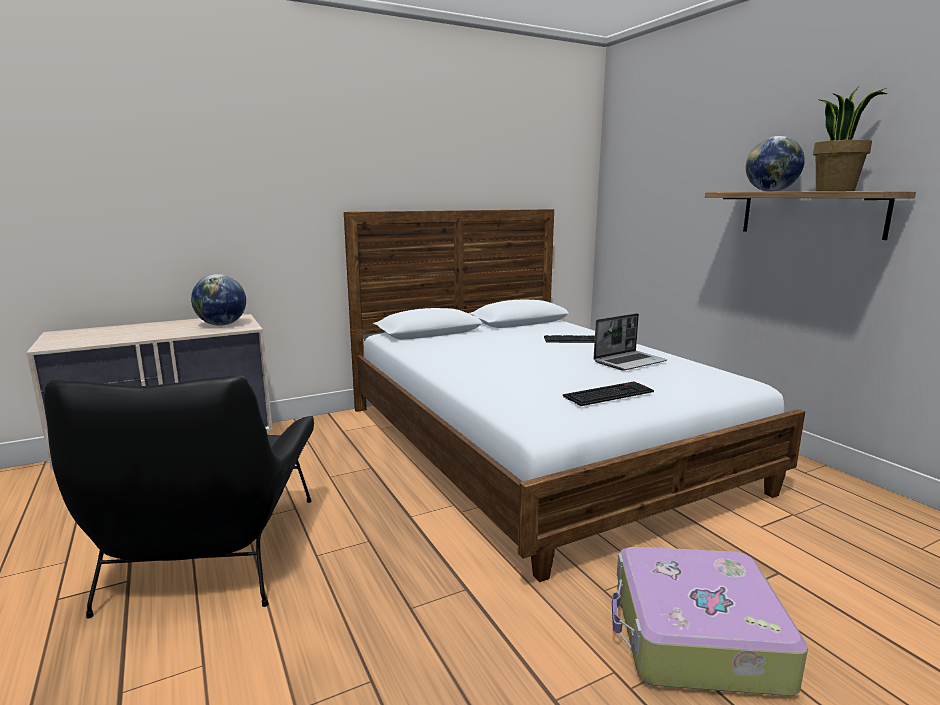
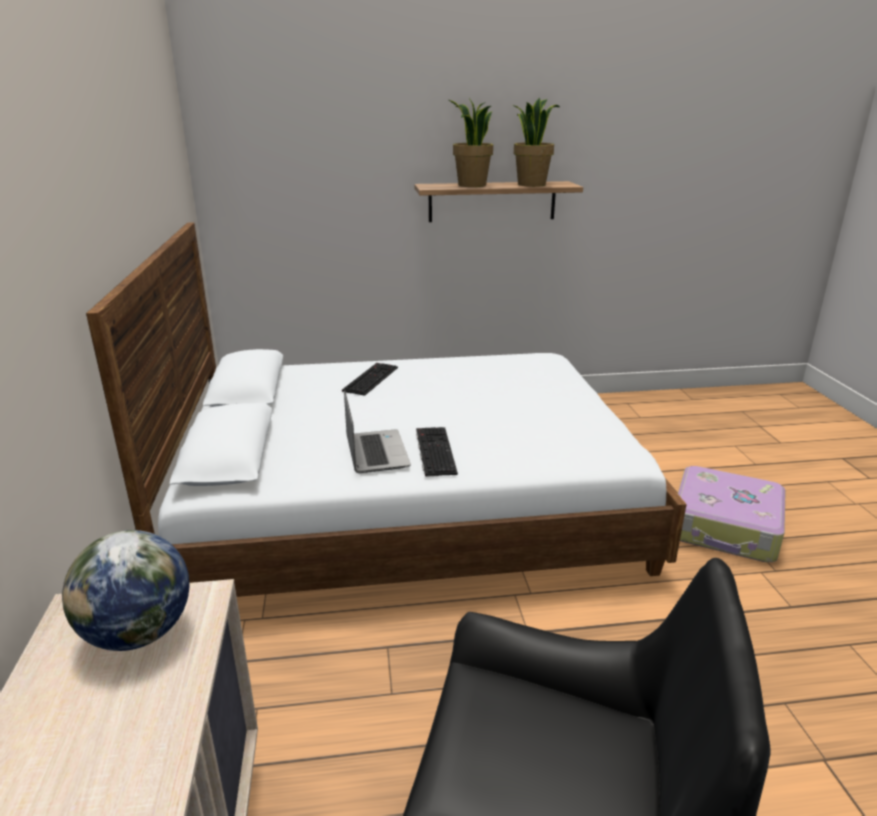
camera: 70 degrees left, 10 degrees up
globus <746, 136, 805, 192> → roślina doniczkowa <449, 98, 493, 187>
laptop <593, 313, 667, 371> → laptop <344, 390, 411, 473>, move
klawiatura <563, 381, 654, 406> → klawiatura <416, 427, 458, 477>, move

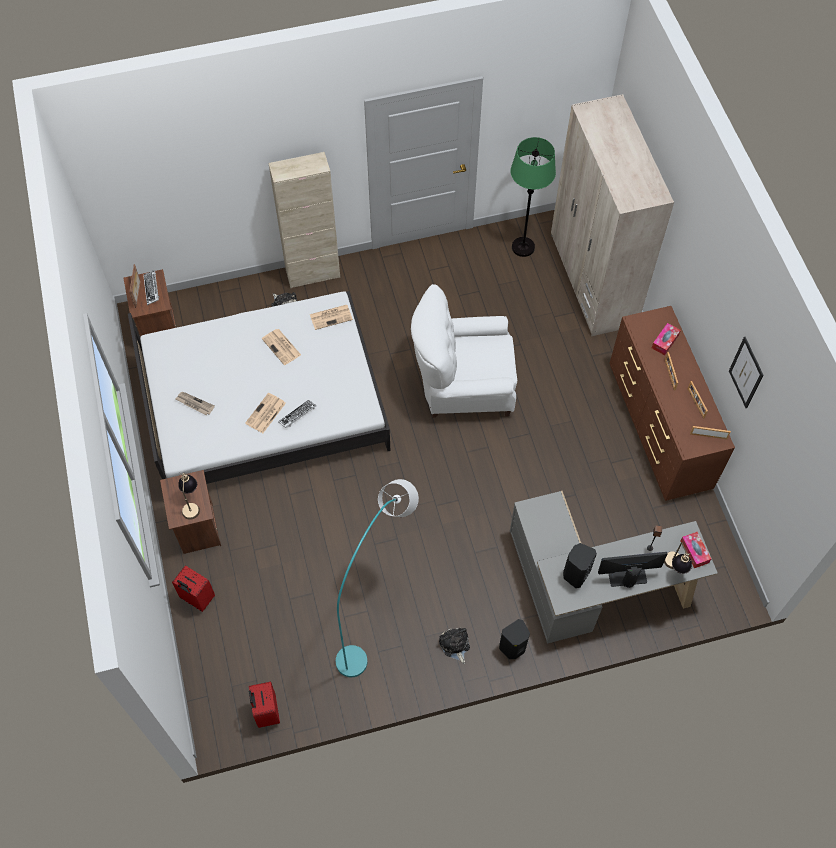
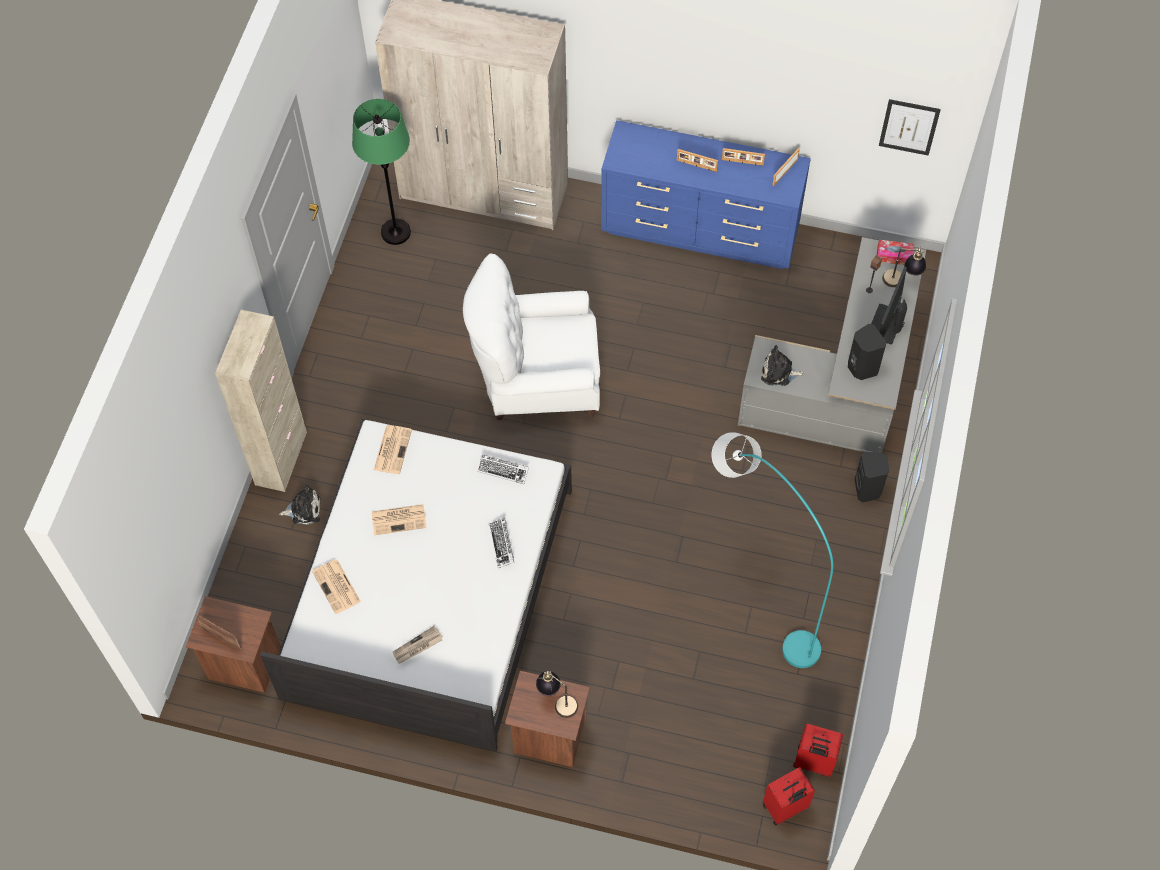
camera: 60 degrees left, 0 degrees up
klawiatura <143, 270, 159, 305> → klawiatura <477, 454, 529, 484>, move
fotel [biały] <411, 284, 517, 418> → fotel [biały] <463, 254, 600, 420>, 60 degrees clockwise
komoda [brązowy] <609, 306, 735, 501> → komoda [niebieski] <601, 120, 811, 269>
pudełko chusteczek <652, 323, 681, 355> → -
obraz <729, 337, 763, 408> → obraz <879, 99, 941, 156>, move
gazeta <245, 393, 286, 433> → gazeta <312, 560, 361, 614>, move
walizka [czerwony] <172, 566, 215, 612> → walizka [czerwony] <763, 767, 815, 826>, move
pluszak <439, 628, 470, 664> → pluszak <761, 345, 805, 386>, move

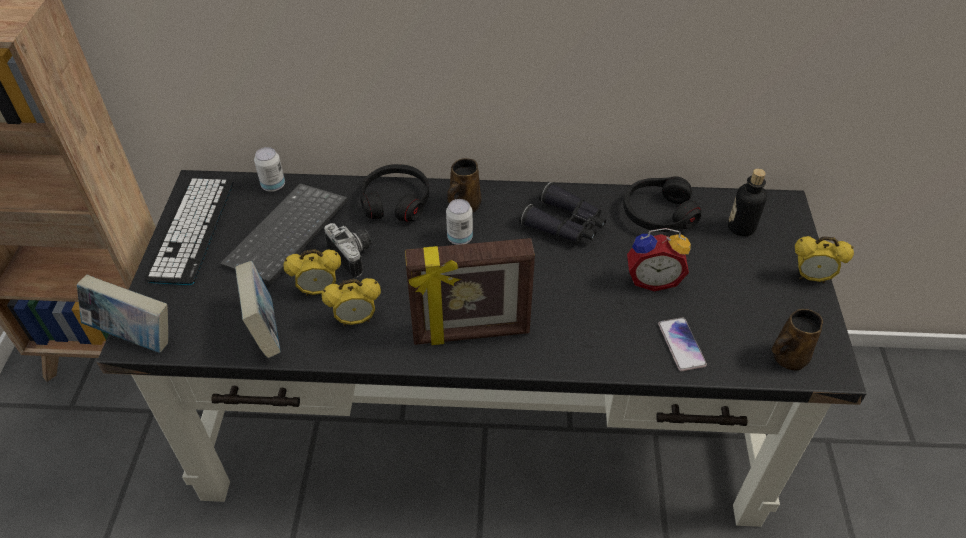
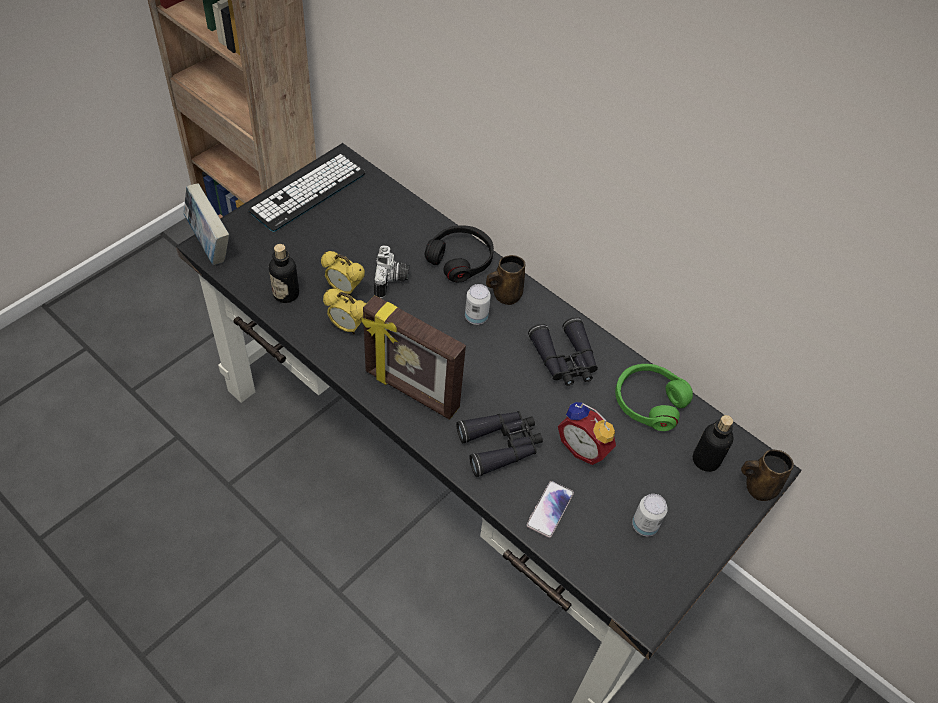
camera: 35 degrees right, 5 degrees up
puszka <254, 147, 285, 192> → puszka <632, 494, 668, 536>, move
słuchawki [czarny] <623, 176, 701, 232> → słuchawki [zielony] <615, 364, 693, 431>
klawiatura <220, 183, 348, 284> → -
budzik <795, 236, 854, 283> → -
książka <235, 261, 281, 358> → butelka <269, 244, 299, 303>
kubek [brązowy] <771, 309, 823, 371> → kubek [brązowy] <741, 450, 794, 501>, move
- → lornetka [czarny] <456, 411, 543, 477>

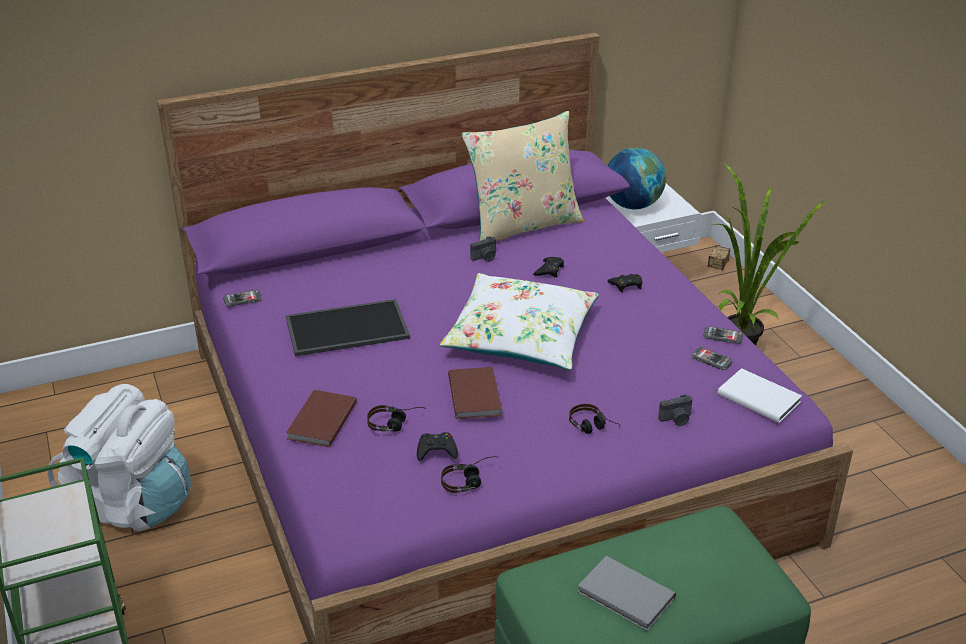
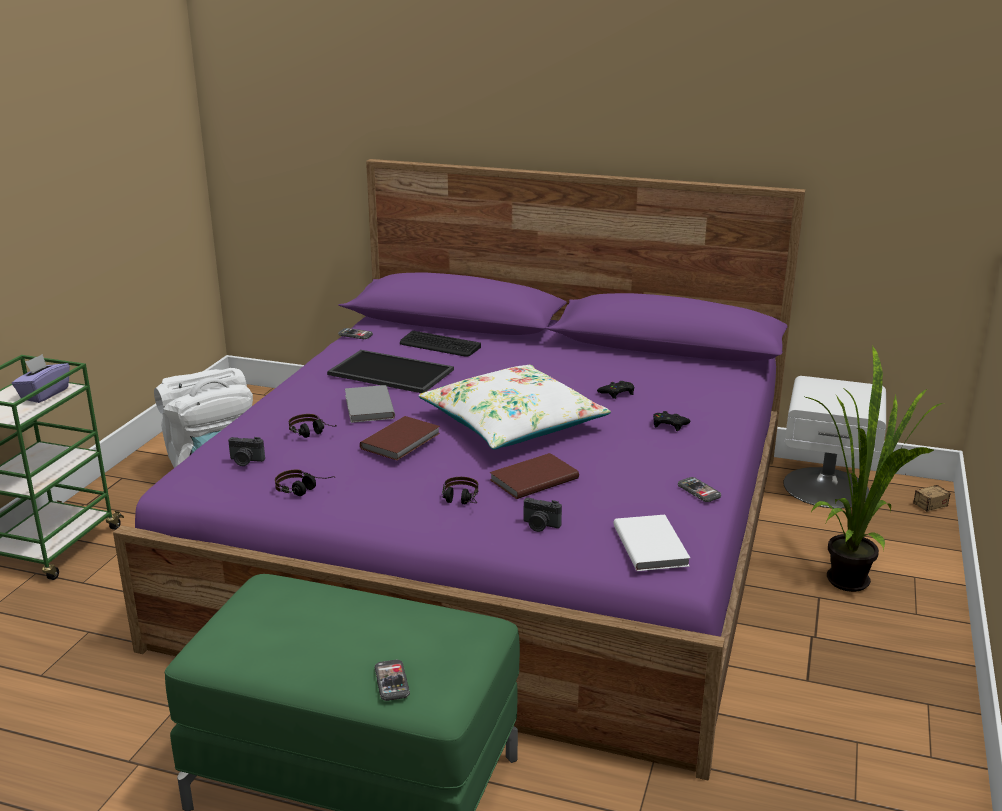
camera: 40 degrees right, 10 degrees down
poduszka [beżowy] <462, 111, 584, 241> → -
globus <607, 148, 666, 209> → -
aparat fotograficzny <470, 236, 496, 262> → aparat fotograficzny <228, 437, 265, 466>, move
telefon <691, 347, 733, 370> → telefon <375, 660, 410, 701>, move
książka [brązowy] <286, 390, 357, 447> → książka [brązowy] <490, 453, 579, 499>, move
pad do gier [czarny] <417, 432, 458, 461> → -
książka [szary] <578, 556, 676, 631> → książka [szary] <345, 385, 395, 423>, move
- → klawiatura <400, 331, 481, 356>
- → pudełko chusteczek [fioletowy] <12, 354, 70, 403>

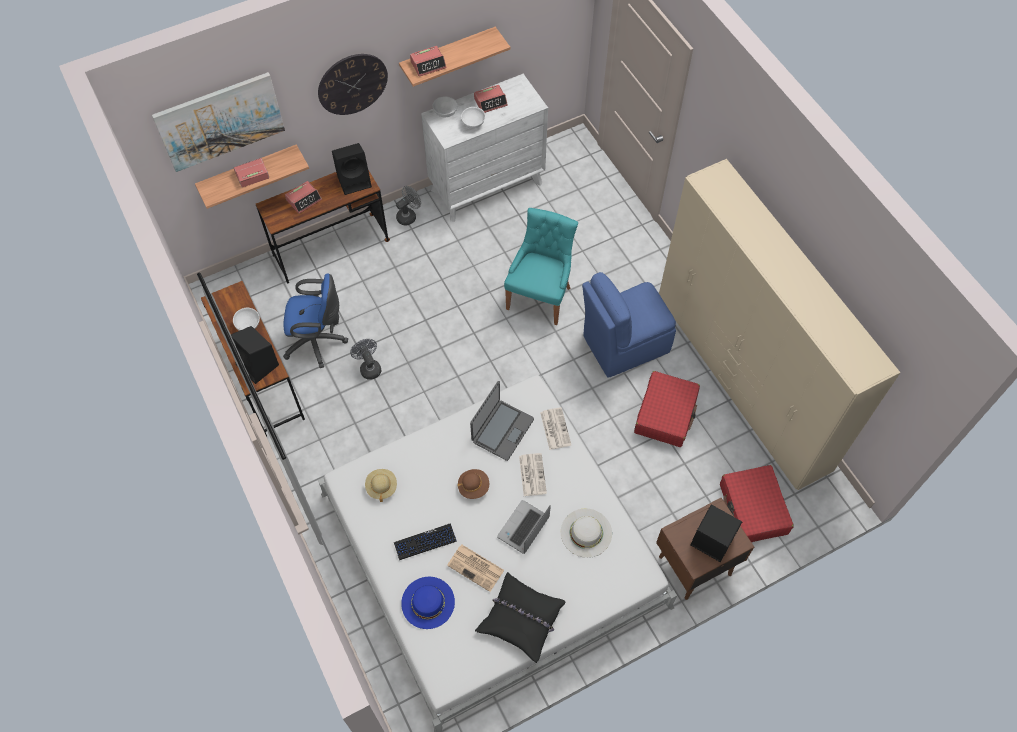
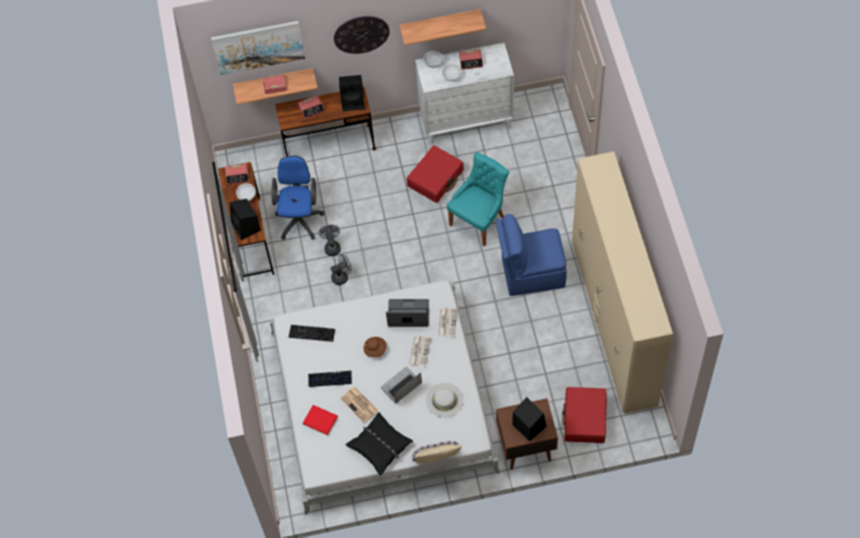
camera: 20 degrees right, 0 degrees up
budzik <410, 46, 447, 77> → budzik <225, 164, 249, 185>, move
wentylator [szary] <396, 186, 421, 225> → wentylator [szary] <331, 254, 352, 285>, move
krzesło biurowe [niebieski] <283, 274, 348, 368> → krzesło biurowe [niebieski] <272, 156, 324, 240>, 105 degrees counterclockwise
walizka [czerwony] <634, 371, 700, 447> → walizka [czerwony] <407, 145, 464, 203>, move
laptop <470, 381, 534, 461> → laptop <386, 299, 429, 327>, 135 degrees counterclockwise
kapelusz [beżowy] <365, 469, 397, 502> → klawiatura <289, 325, 335, 342>
kapelusz [niebieski] <401, 577, 455, 629> → książka [czerwony] <303, 405, 338, 435>
- → poduszka [beżowy] <412, 441, 462, 463>

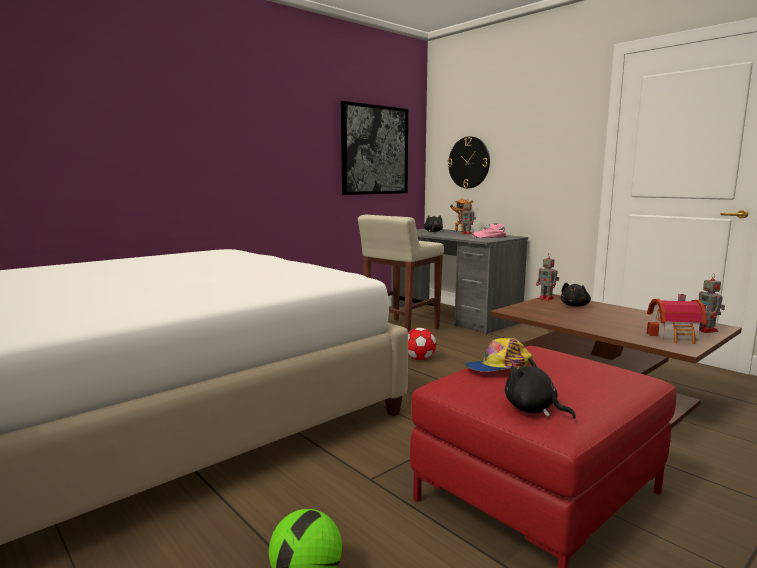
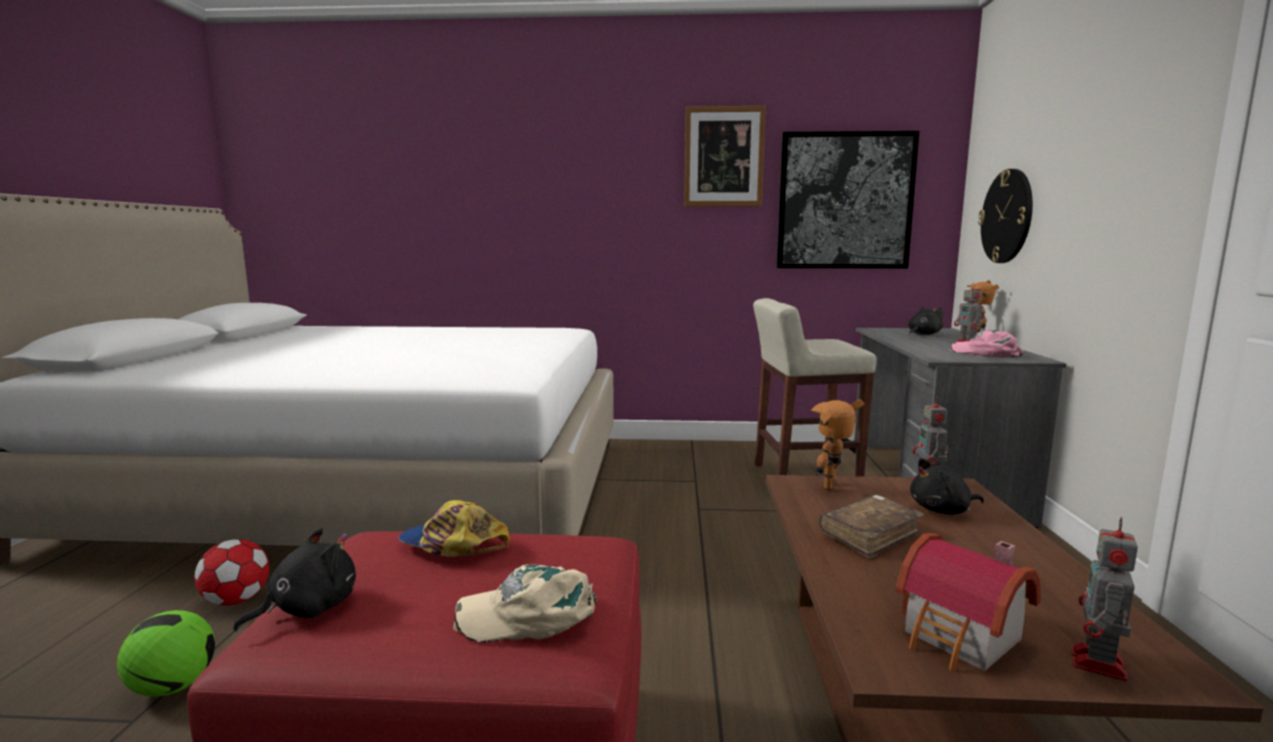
camera: 45 degrees right, 0 degrees up
piłka futbolowa <408, 328, 436, 360> → piłka futbolowa <194, 539, 269, 606>, move
pluszak [czarny] <505, 358, 576, 419> → pluszak [czarny] <233, 528, 356, 632>, 45 degrees clockwise
- → obraz <684, 106, 766, 206>
- → robot zabawkowy <811, 399, 864, 490>
- → książka [brązowy] <819, 494, 924, 559>
- → czapka z daszkiem [beżowy] <453, 564, 597, 642>

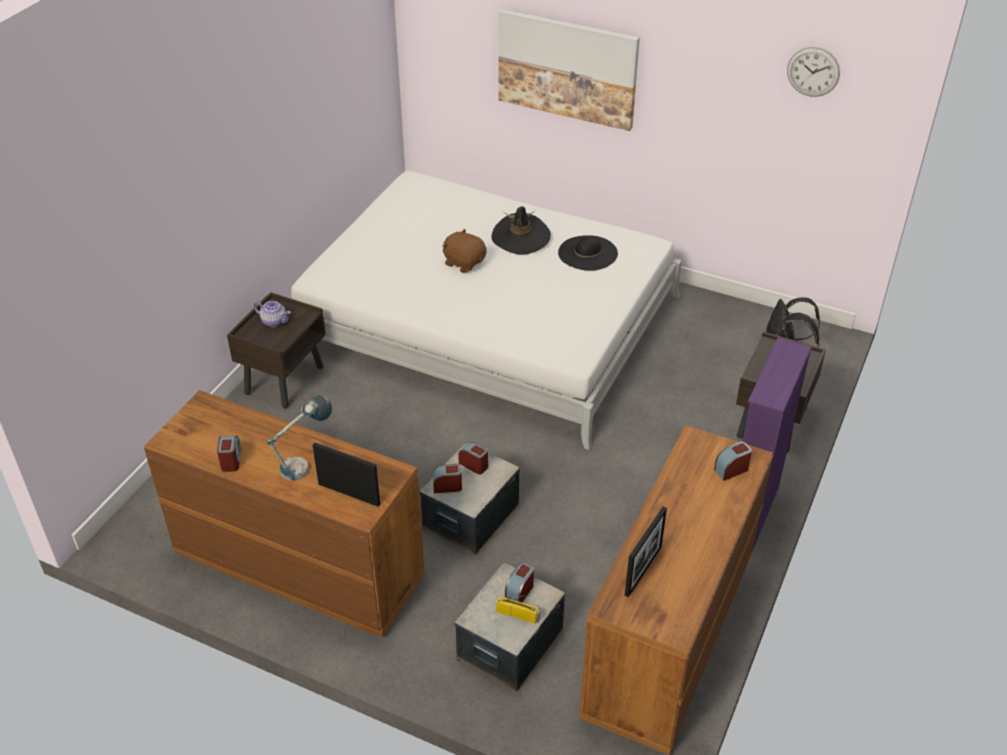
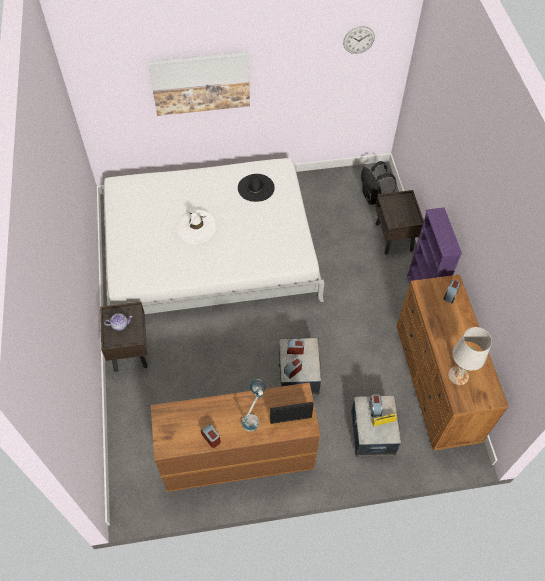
camera: 35 degrees left, 15 degrees up
kapelusz [czarny] <491, 206, 551, 255> → -
pluszak [brązowy] <442, 229, 487, 273> → kapelusz [biały] <177, 210, 216, 244>
ramka na zdjęcie <625, 506, 667, 597> → lampa stołowa [biały] <448, 327, 492, 385>

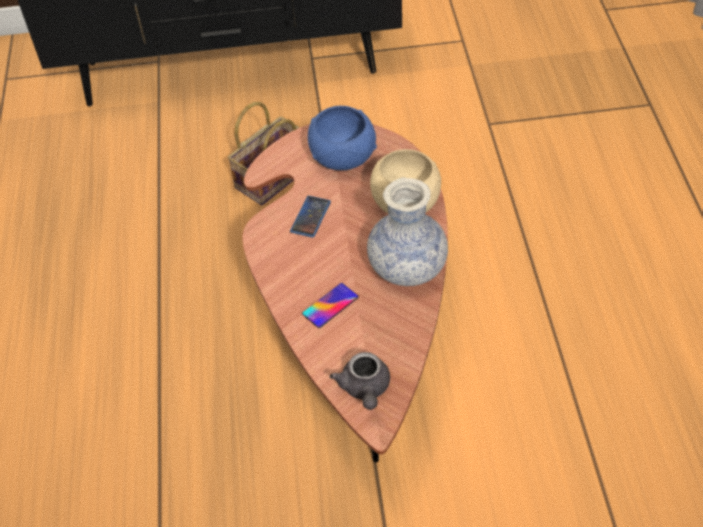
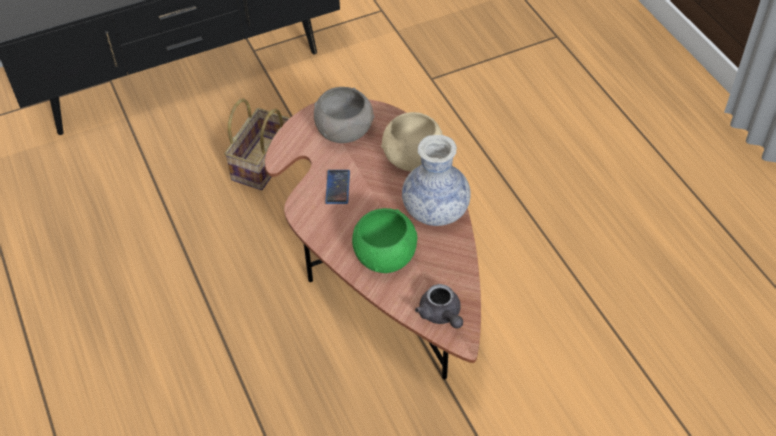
camera: 20 degrees left, 0 degrees up
miska [niebieski] <308, 106, 377, 170> → miska [szary] <314, 87, 374, 143>
telefon <302, 283, 359, 328> → miska [zielony] <352, 208, 418, 273>

